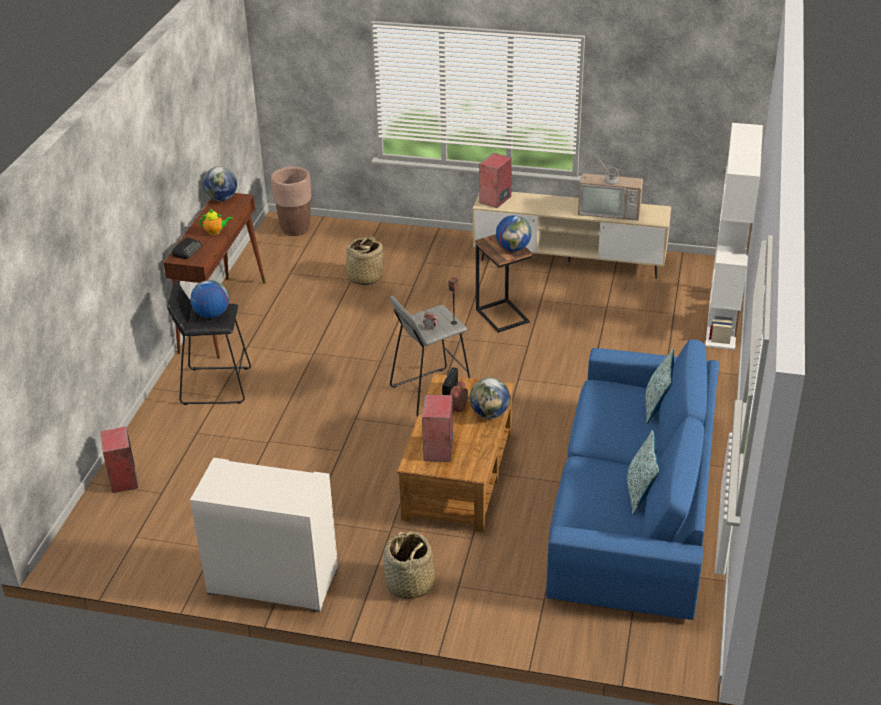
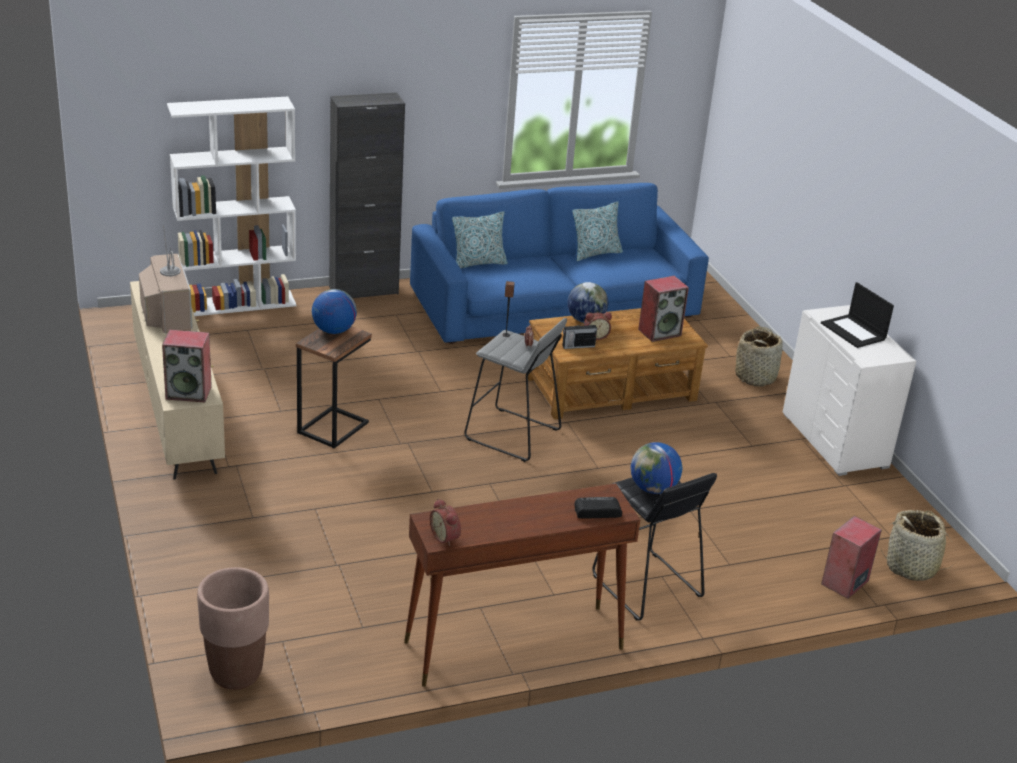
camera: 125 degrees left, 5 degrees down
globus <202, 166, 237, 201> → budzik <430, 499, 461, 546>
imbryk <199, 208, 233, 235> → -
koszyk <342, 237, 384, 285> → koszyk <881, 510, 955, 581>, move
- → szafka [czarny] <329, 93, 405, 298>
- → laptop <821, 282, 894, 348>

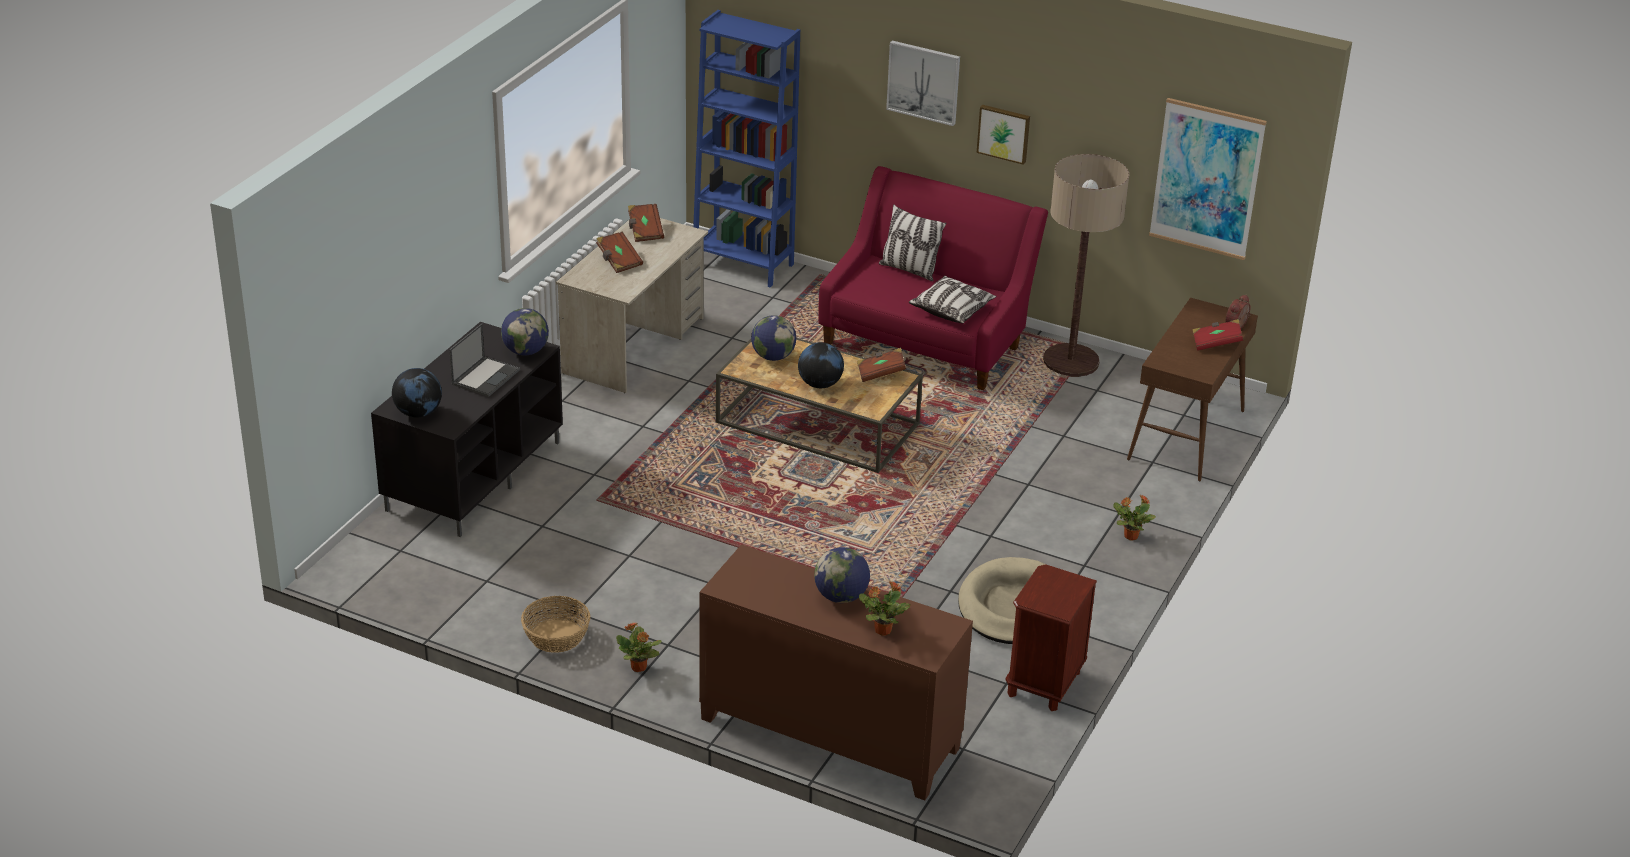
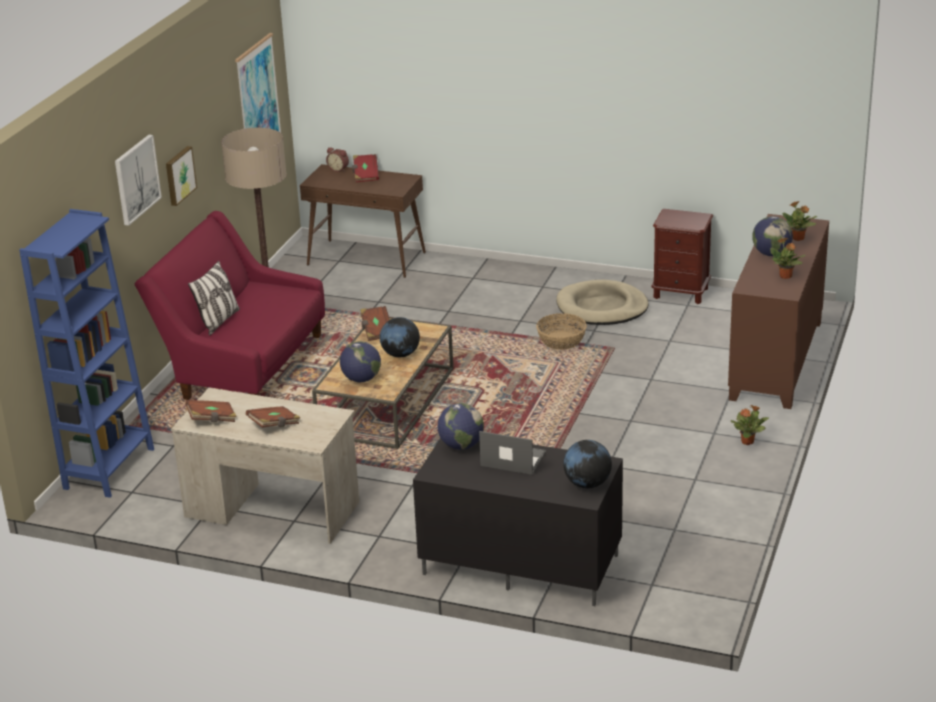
camera: 95 degrees left, 5 degrees down
poduszka <909, 276, 997, 323> → -
roślina doniczkowa <1113, 495, 1156, 540> → roślina doniczkowa <770, 238, 806, 279>, move
koszyk <521, 596, 590, 653> → koszyk <536, 313, 587, 350>, move

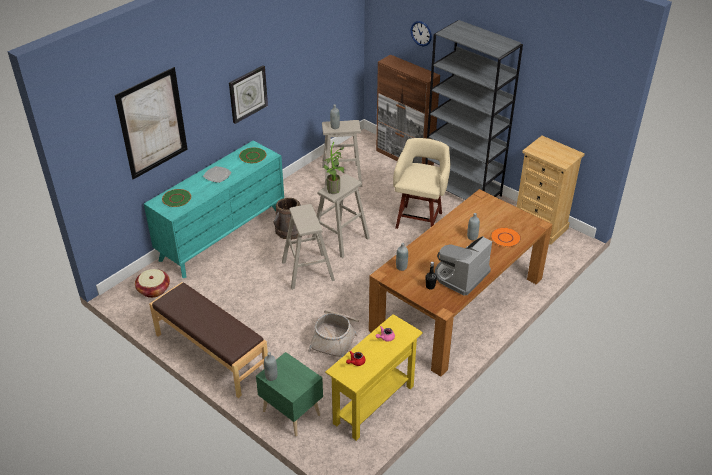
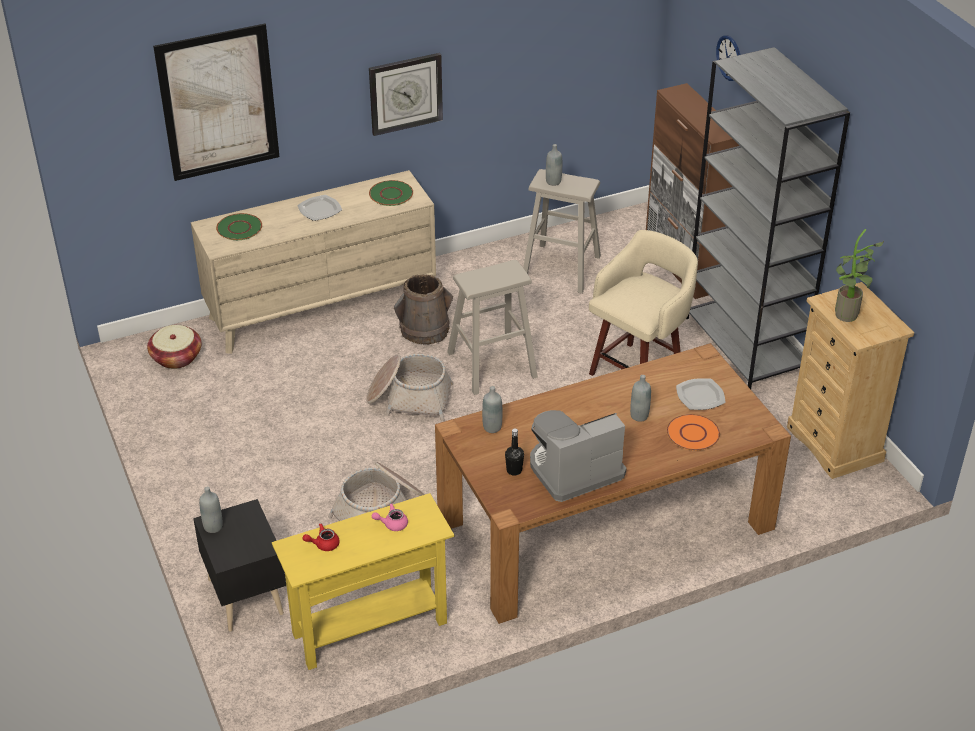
camera: 25 degrees right, 0 degrees up
komoda [turkusowy] <144, 141, 284, 278> → komoda [beżowy] <191, 170, 436, 354>
roślina doniczkowa <323, 142, 344, 194> → roślina doniczkowa <835, 229, 884, 322>, move
stołek [beżowy] <282, 204, 335, 289> → koszyk <366, 354, 454, 421>
ławka [brązowy] <149, 282, 268, 398> → -
szafka nocna [zielony] <256, 352, 323, 436> → szafka nocna [czarny] <193, 499, 286, 632>
- → talerz <676, 378, 726, 410>

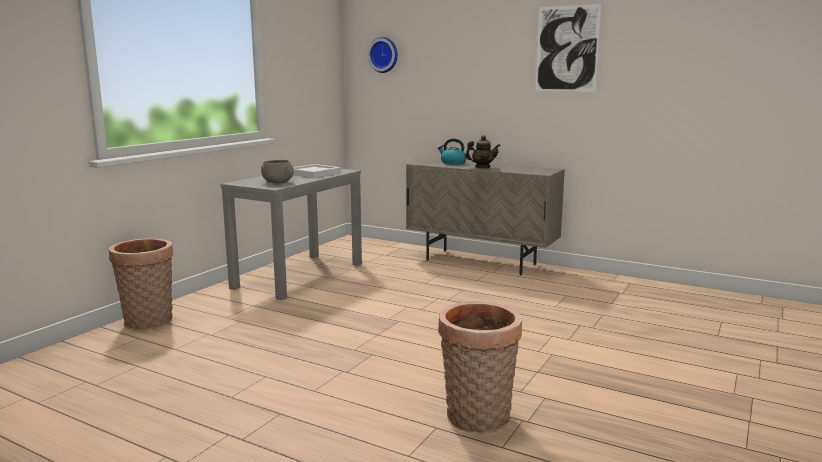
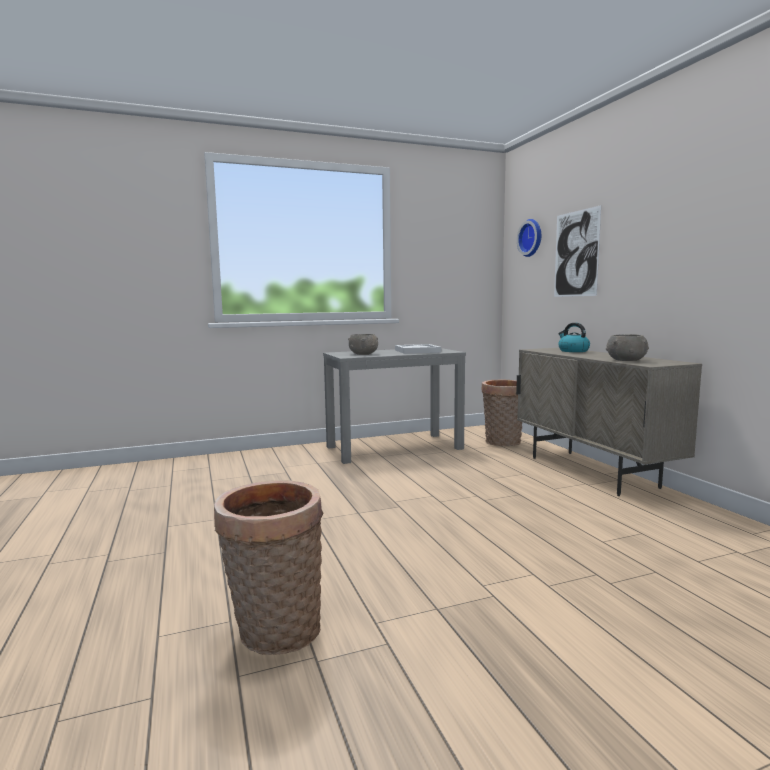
camera: 40 degrees right, 5 degrees down
obraz <535, 4, 601, 92> → obraz <554, 205, 601, 297>, move
imbryk <465, 135, 501, 168> → -
koszyk <109, 238, 173, 330> → koszyk <481, 379, 522, 446>, move
- → miska [szary] <606, 334, 649, 361>

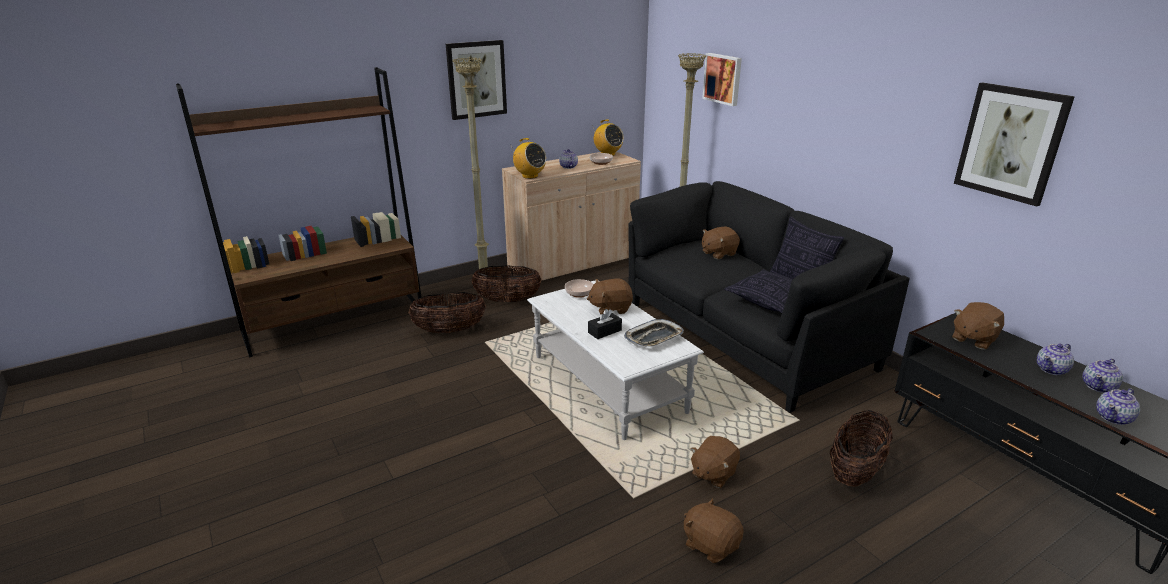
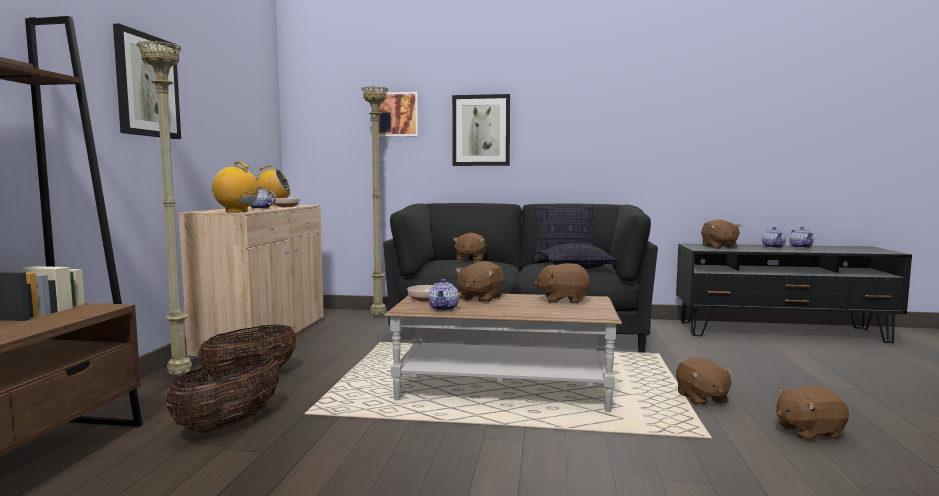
camera: 50 degrees left, 20 degrees down
obraz <954, 83, 1075, 207> → obraz <452, 94, 510, 166>, move
radio <510, 138, 546, 179> → radio <212, 162, 261, 212>, 150 degrees counterclockwise
ława [biały] <527, 280, 704, 440> → ława [brązowy] <384, 293, 622, 412>
pudełko chusteczek [czarny] <588, 309, 622, 339> → -
taca <624, 319, 684, 347> → pluszak [brązowy] <534, 263, 591, 304>
imbryk <1096, 388, 1140, 425> → imbryk <428, 279, 459, 311>, move
koszyk <830, 410, 893, 486> → -

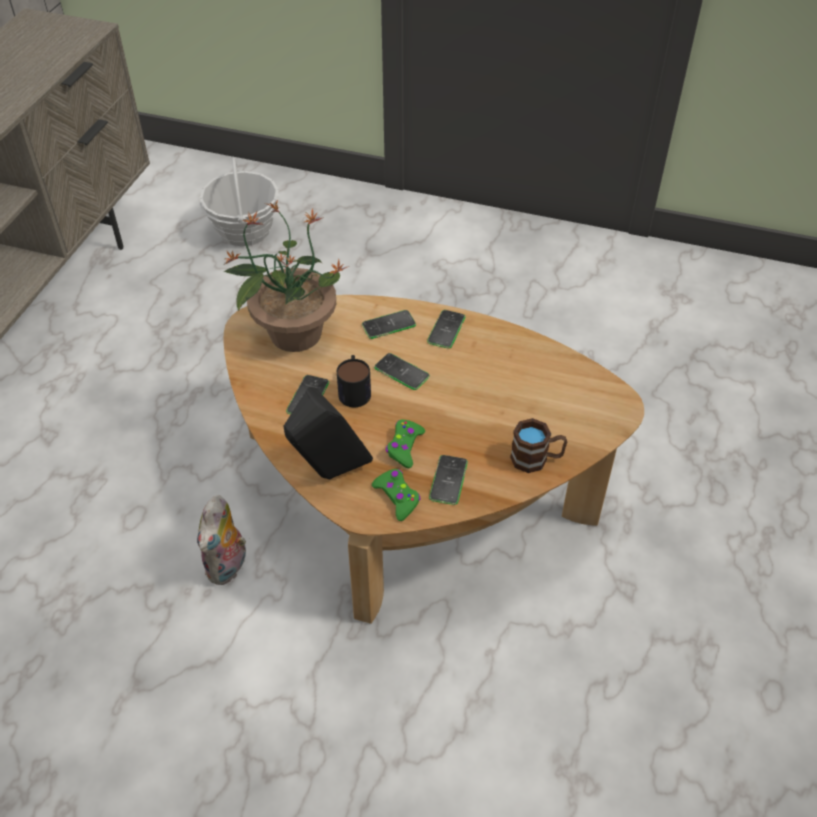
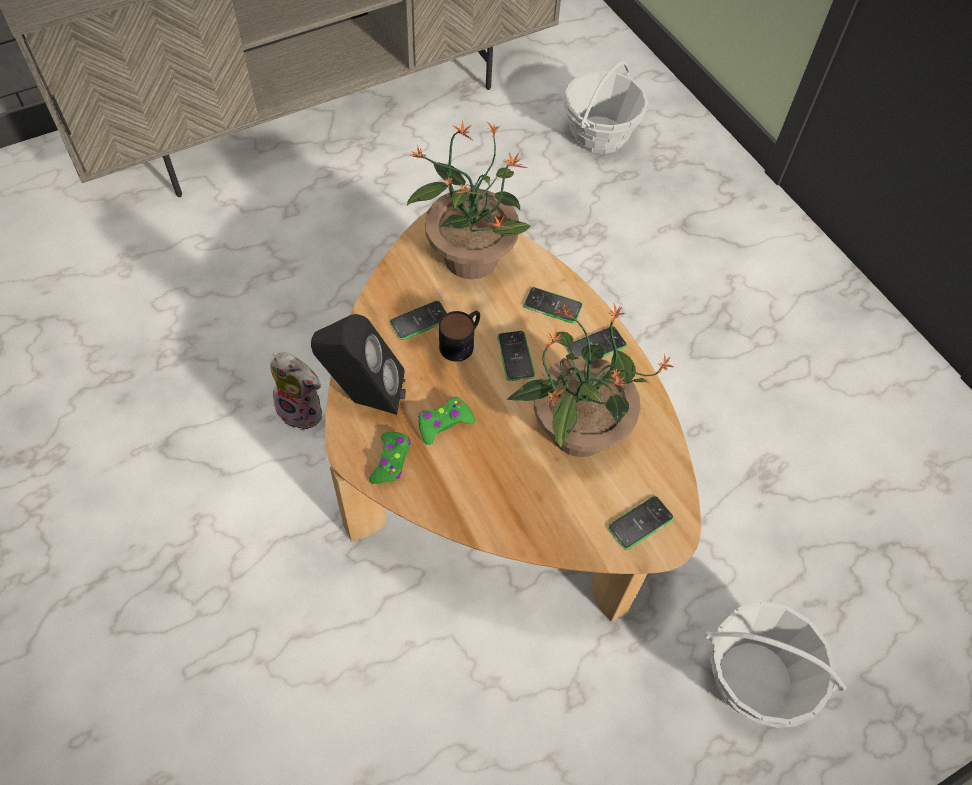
camera: 40 degrees right, 10 degrees up
kubek [brązowy] <510, 418, 567, 473> → -
telefon <429, 455, 468, 505> → telefon <608, 496, 674, 550>, move
pluszak <197, 495, 246, 585> → pluszak <270, 352, 322, 431>, 120 degrees counterclockwise
- → roślina doniczkowa <506, 302, 673, 457>
- → koszyk <705, 601, 847, 728>

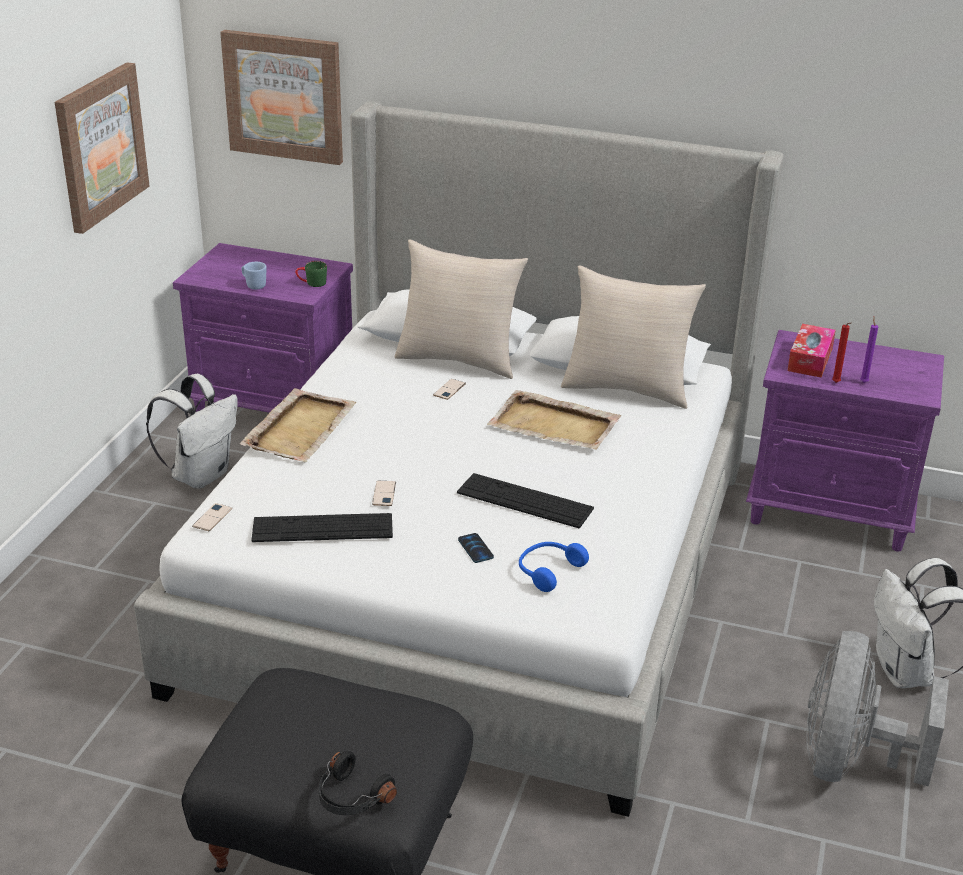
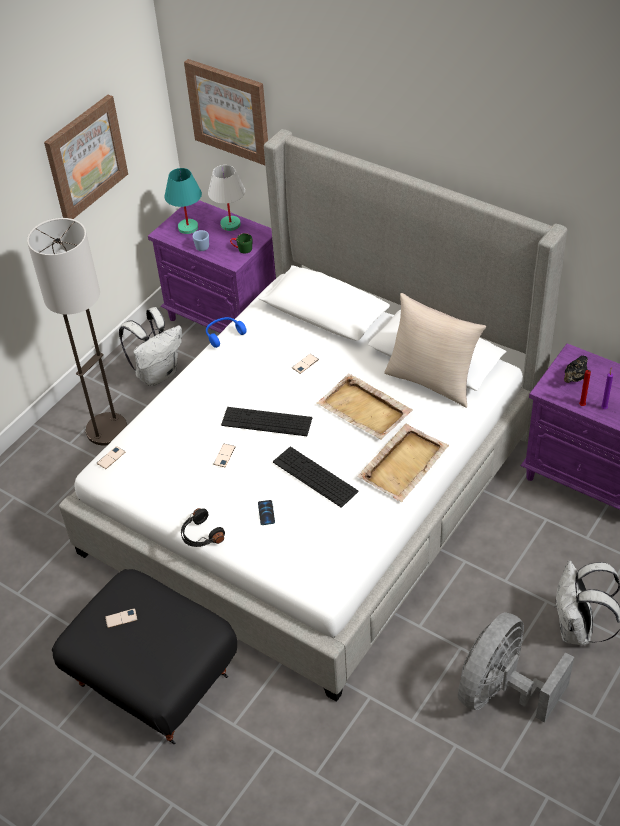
camera: 20 degrees right, 15 degrees up
poduszka [beżowy] <394, 240, 528, 379> → -
pudełko chusteczek <787, 324, 836, 378> → imbryk [czarny] <564, 355, 588, 383>
taca [beżowy] <240, 388, 357, 462> → taca [beżowy] <357, 423, 449, 502>, move
klawiatura <252, 513, 393, 542> → klawiatura <221, 407, 312, 436>, move
słuchawki [niebieski] <519, 542, 589, 592> → słuchawki [niebieski] <206, 317, 247, 348>, move
słuchawki [czarny] <319, 750, 397, 815> → słuchawki [czarny] <181, 508, 225, 547>, move
- → lampa stołowa [biały] <208, 165, 245, 231>
- → lampa stołowa [turkusowy] <165, 168, 202, 234>
- → lampa stojąca <27, 218, 127, 445>
- → telefon <105, 608, 138, 628>

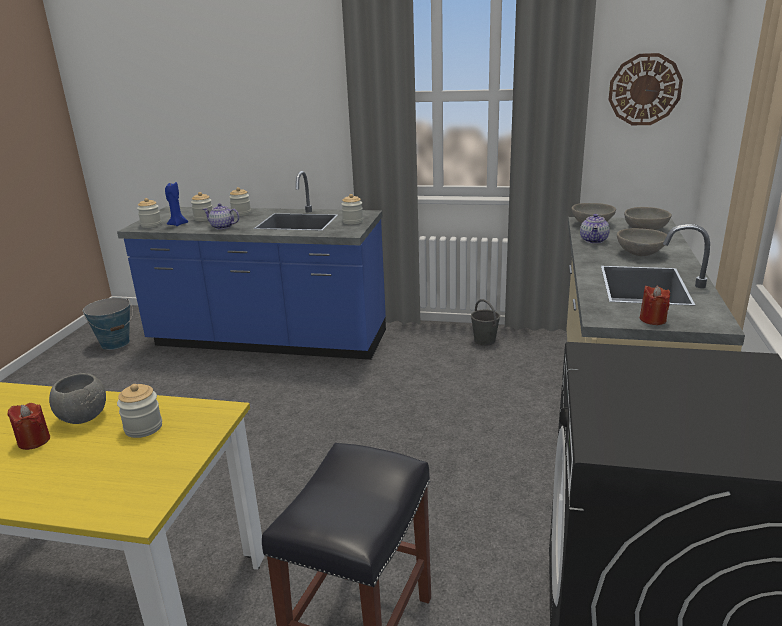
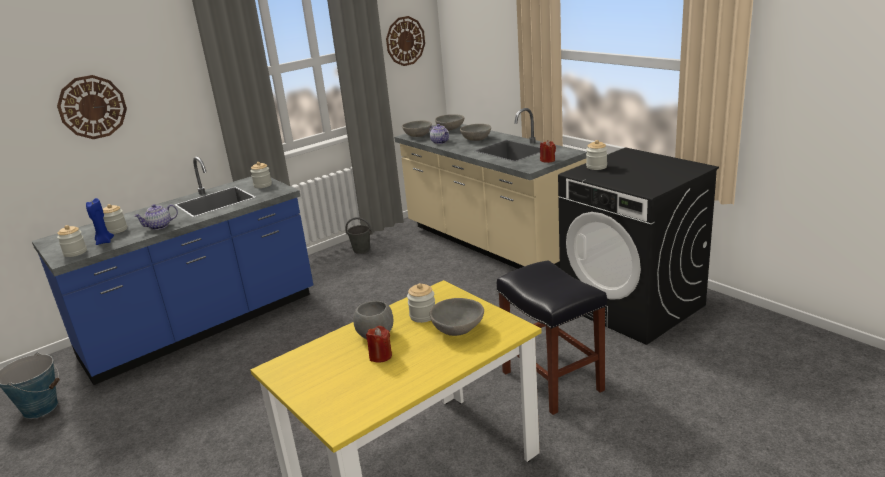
camera: 50 degrees left, 0 degrees up
słoik <229, 187, 251, 216> → słoik <586, 140, 607, 170>, move
- → zegar ścienny <57, 75, 127, 139>
- → miska [szary] <430, 298, 484, 336>

